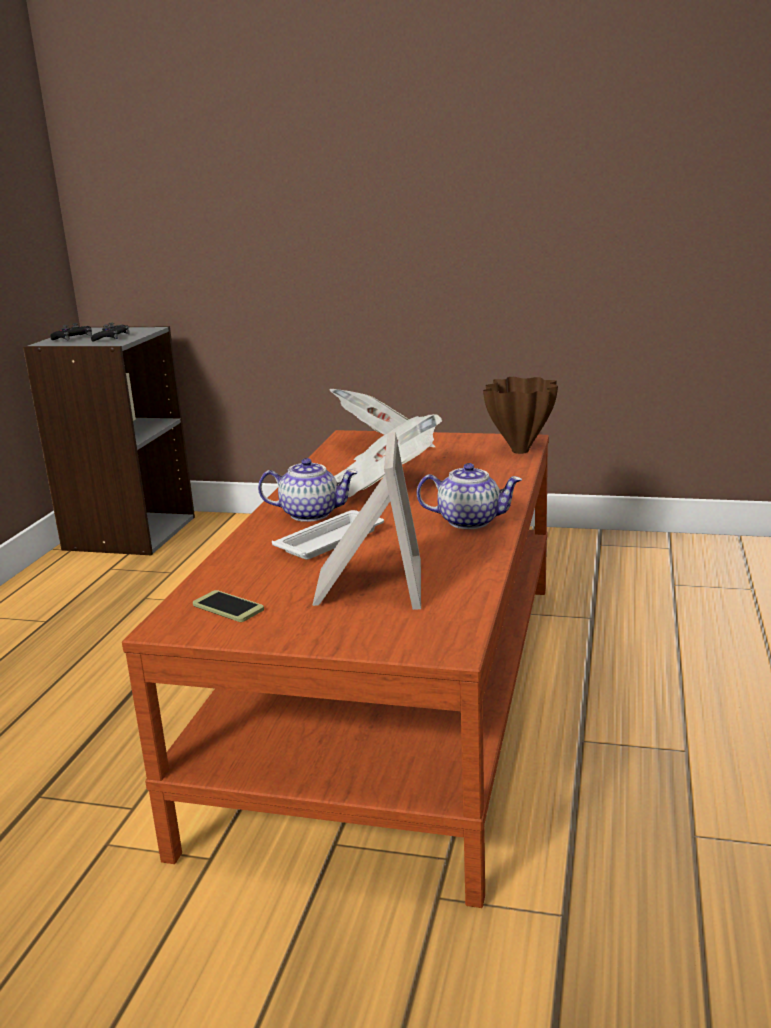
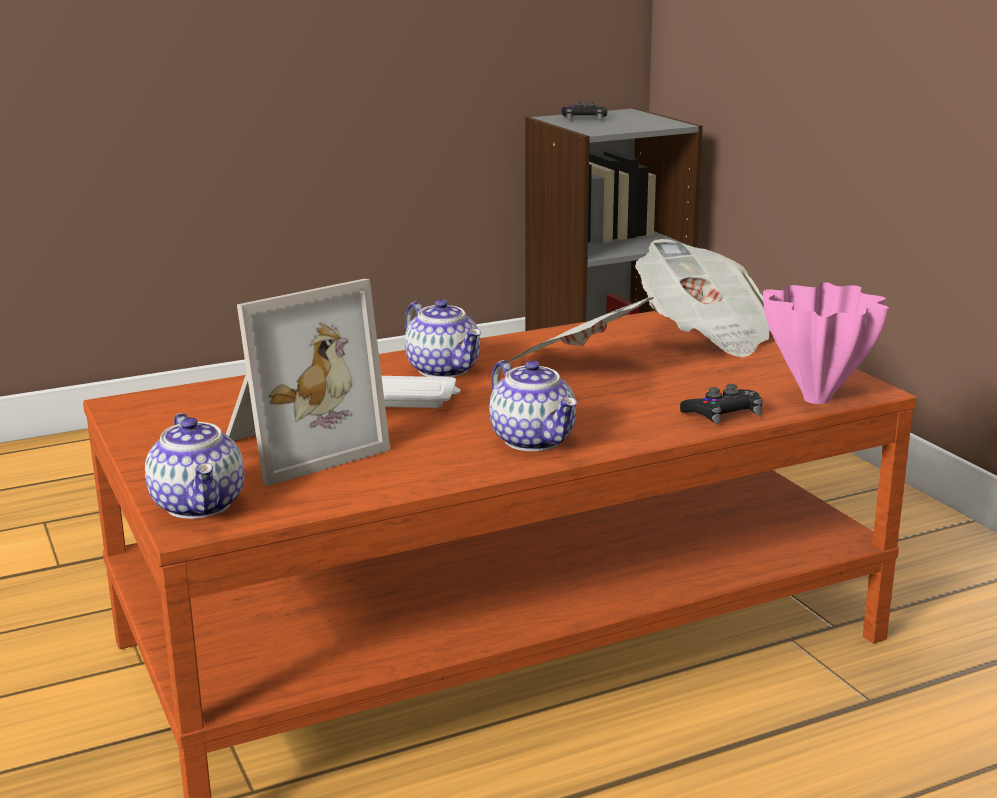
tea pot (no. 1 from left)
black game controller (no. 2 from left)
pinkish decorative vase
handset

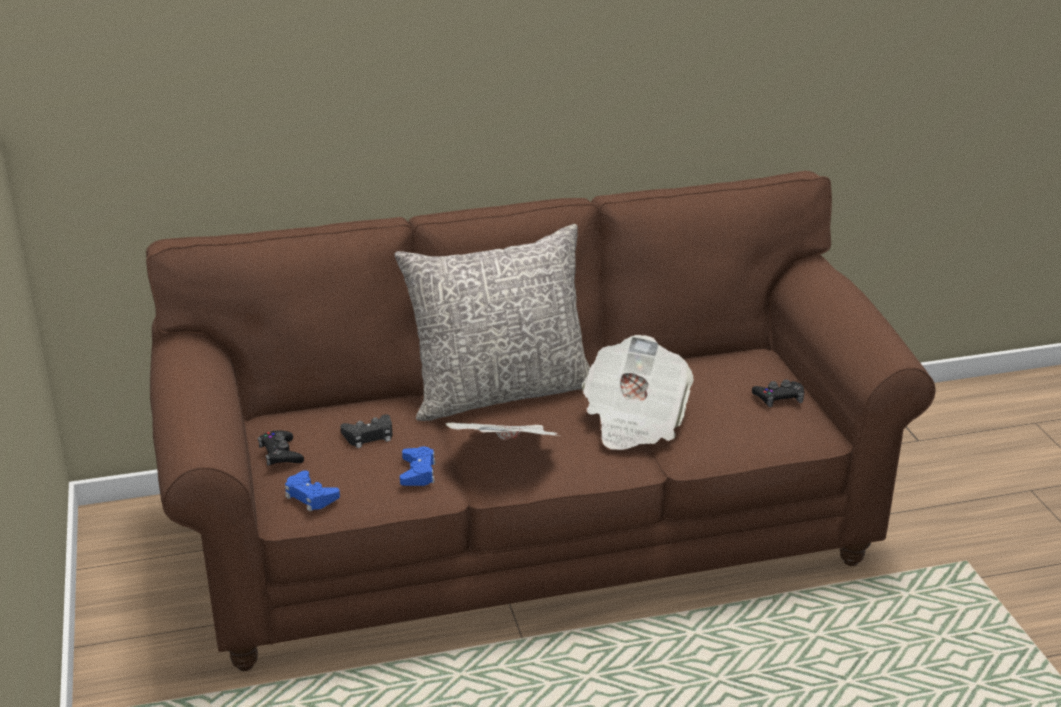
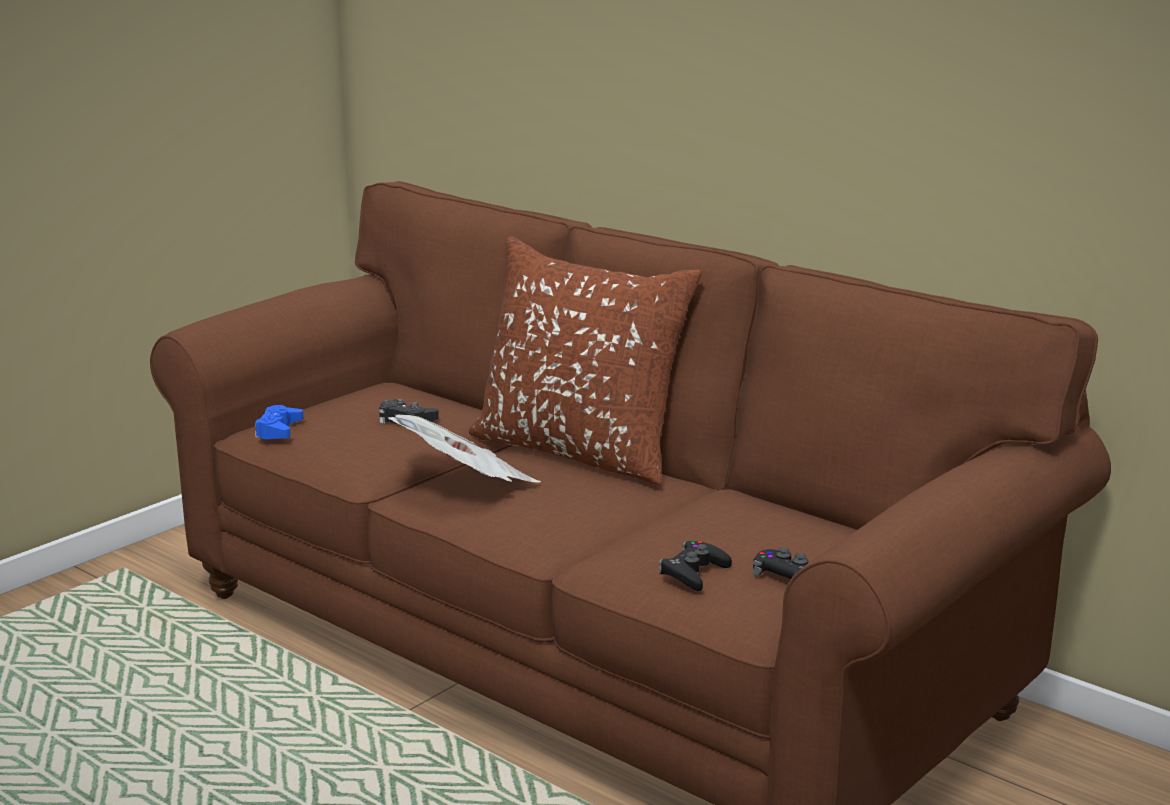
brownish cushion
black game controller (no. 2 from left)
blue game controller (no. 2 from left in the first image)
printed paper (no. 2 from left in the first image)

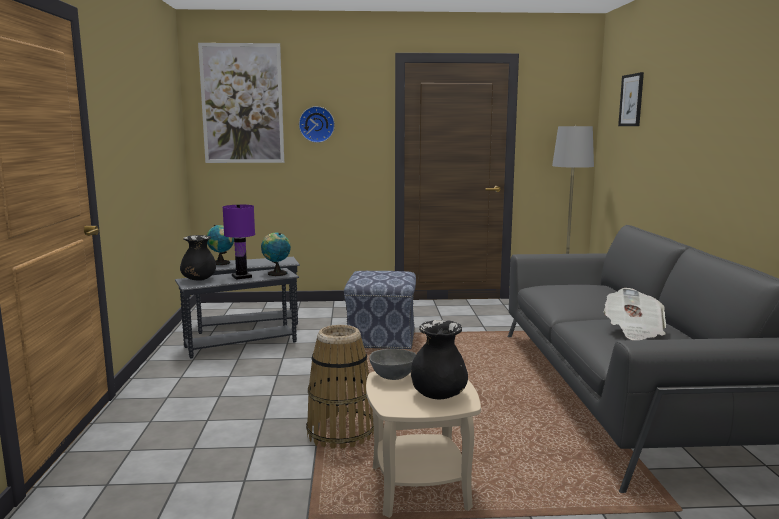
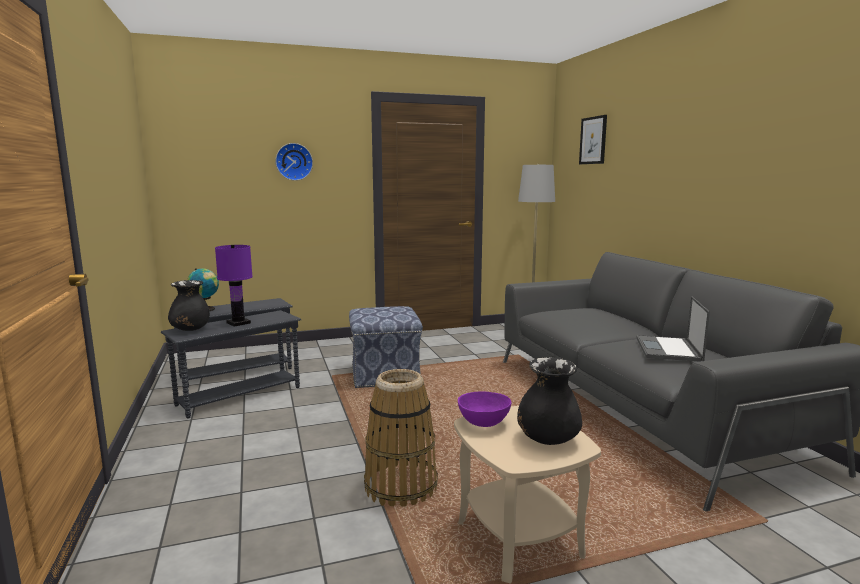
purple bowl
notebook computer
picture (no. 1 from left in the first image)
globe (no. 2 from left in the first image)

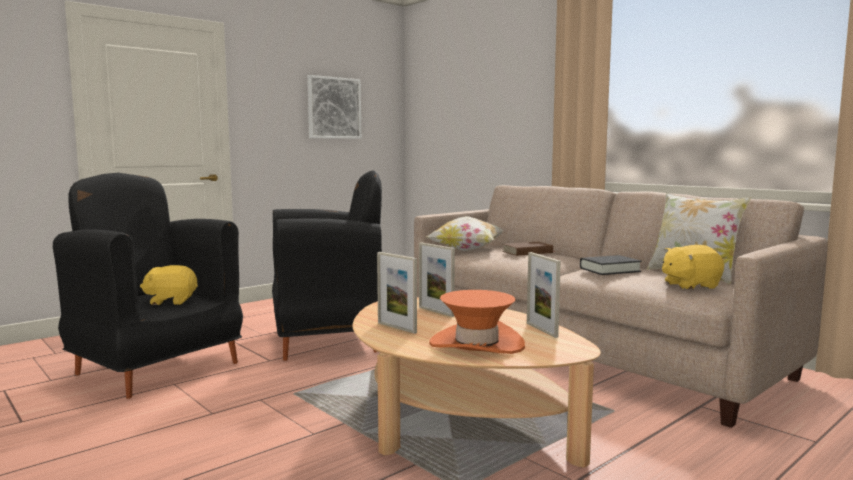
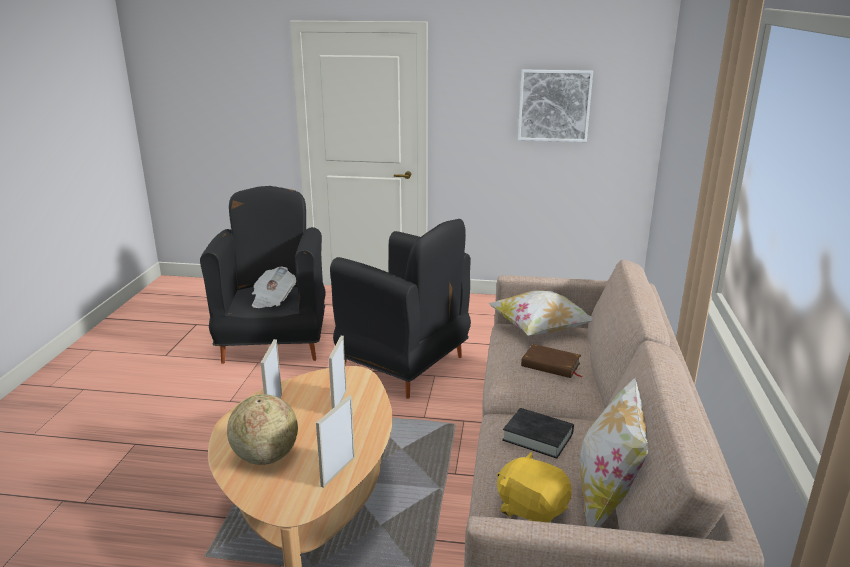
globe
printed paper

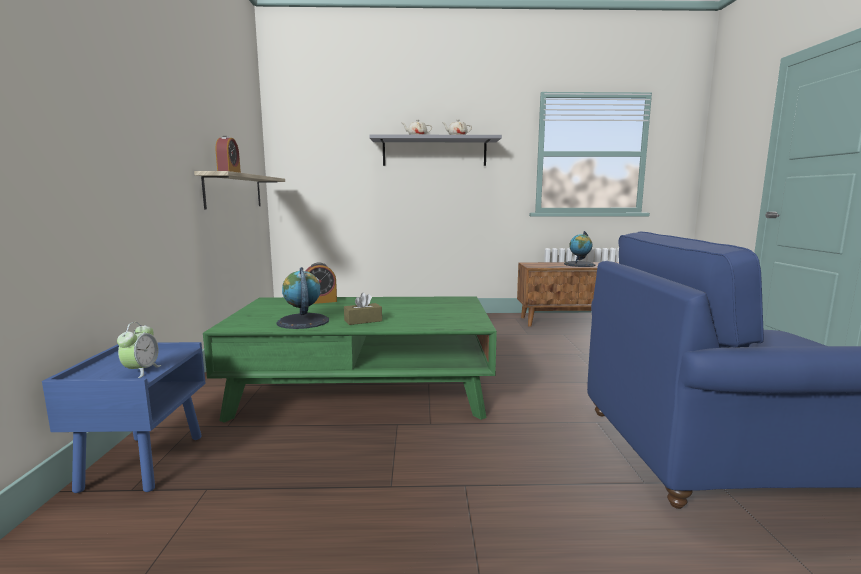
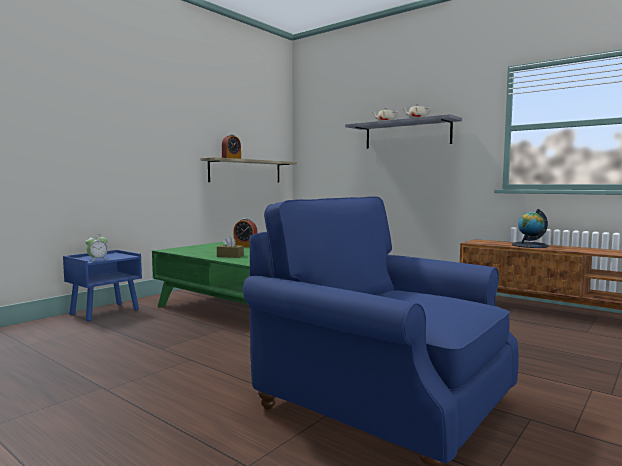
globe (no. 1 from left in the first image)

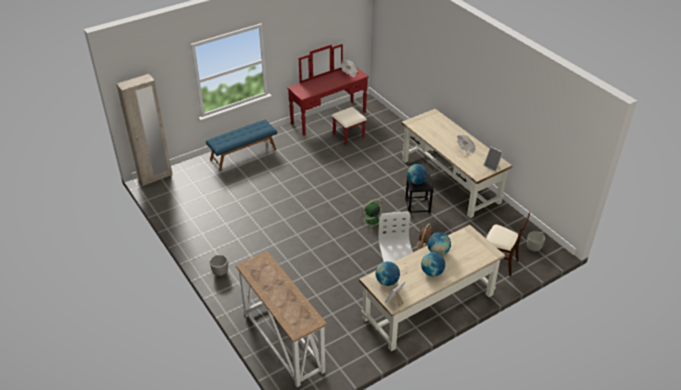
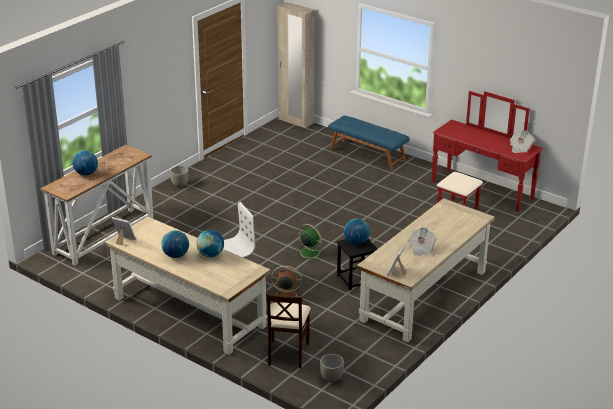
globe (no. 1 from left)

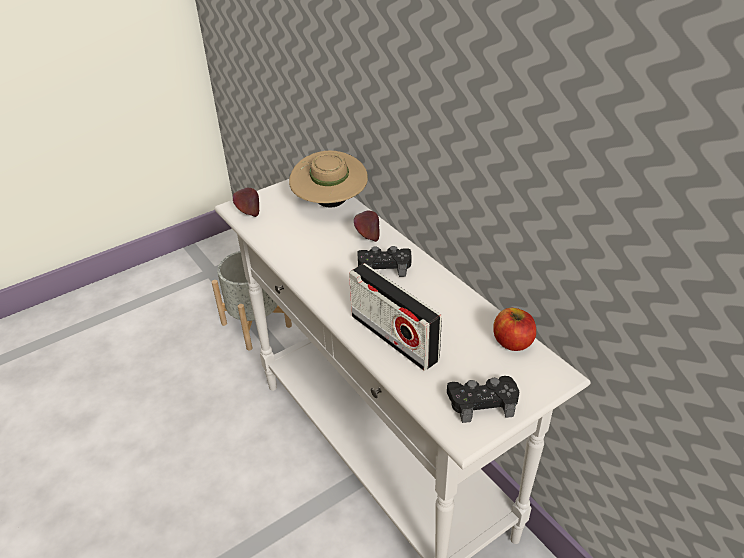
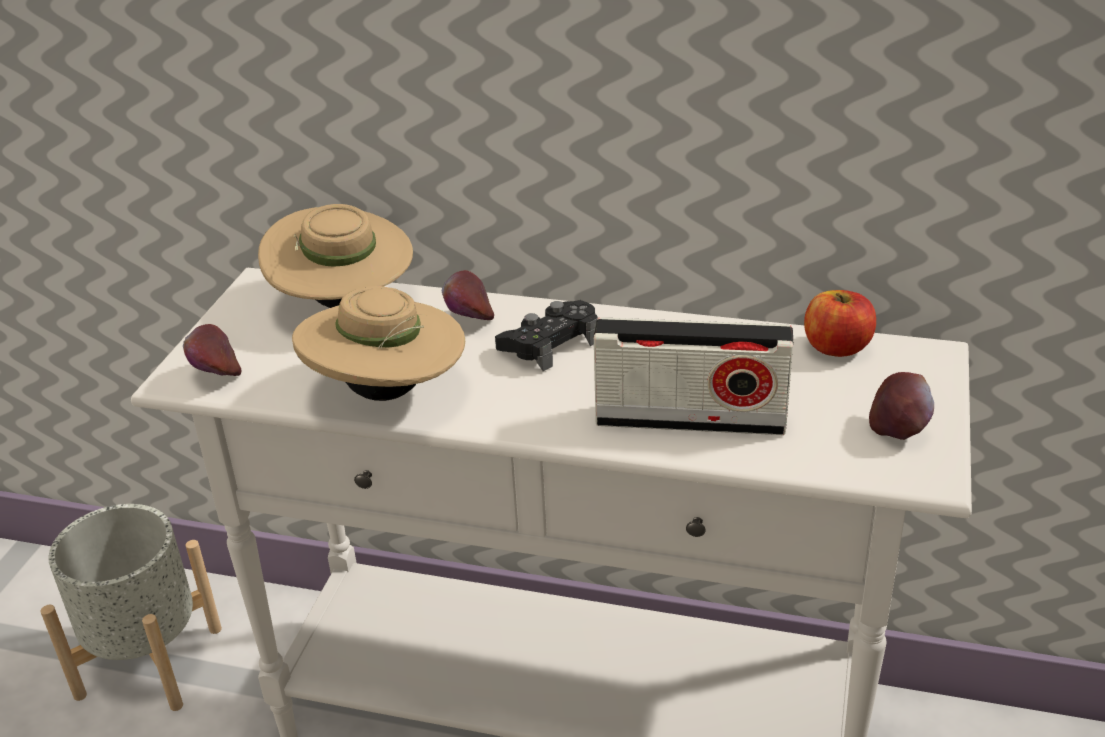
beige-coloured hat (no. 2 from left)
apple (no. 4 from left)

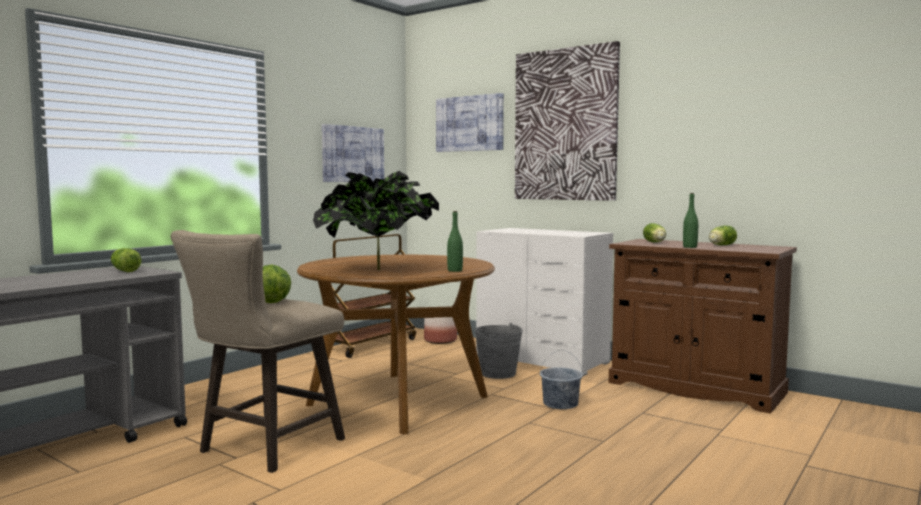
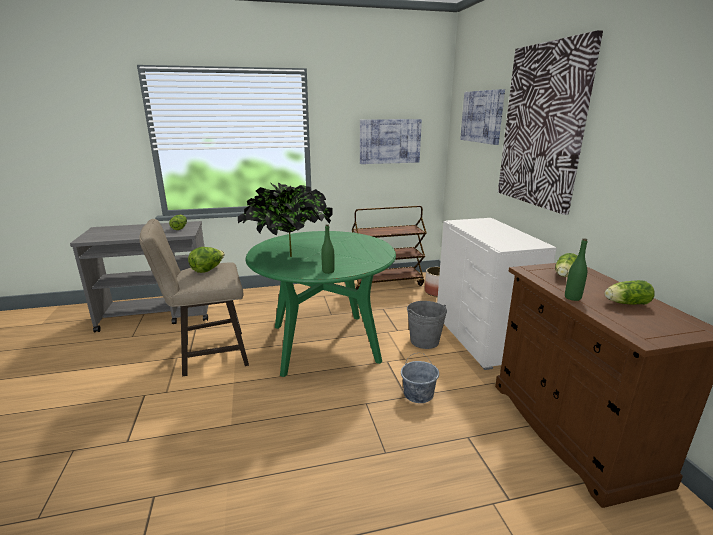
green dining table

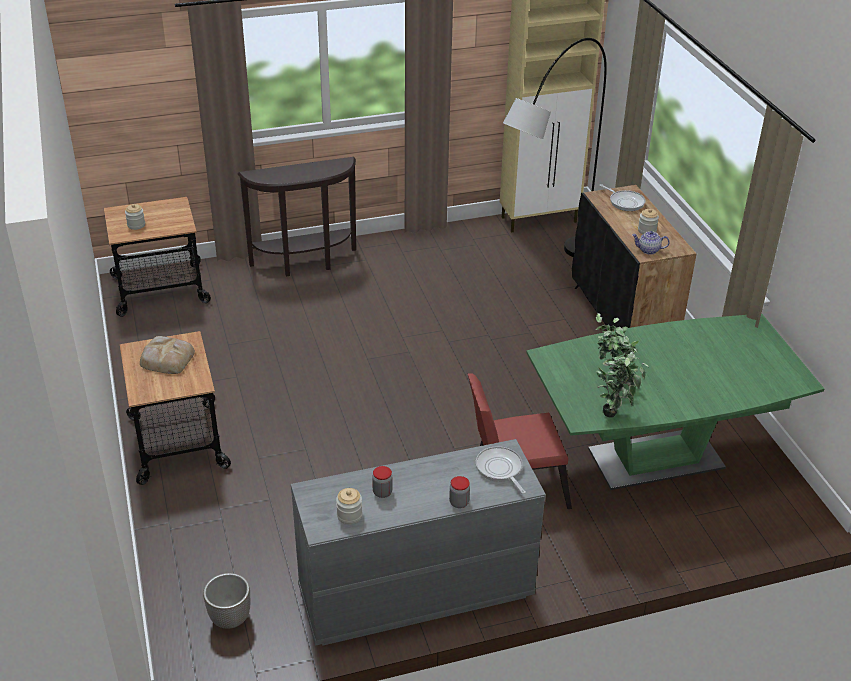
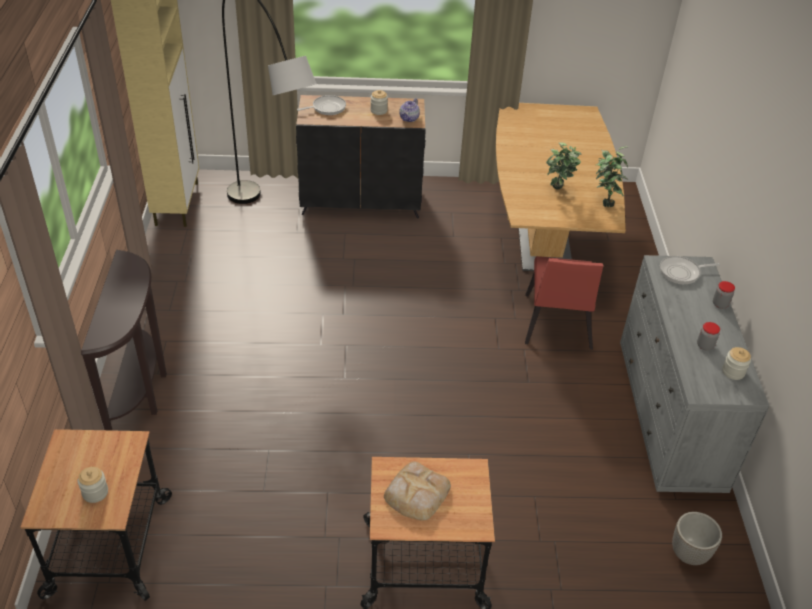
brownish dining table

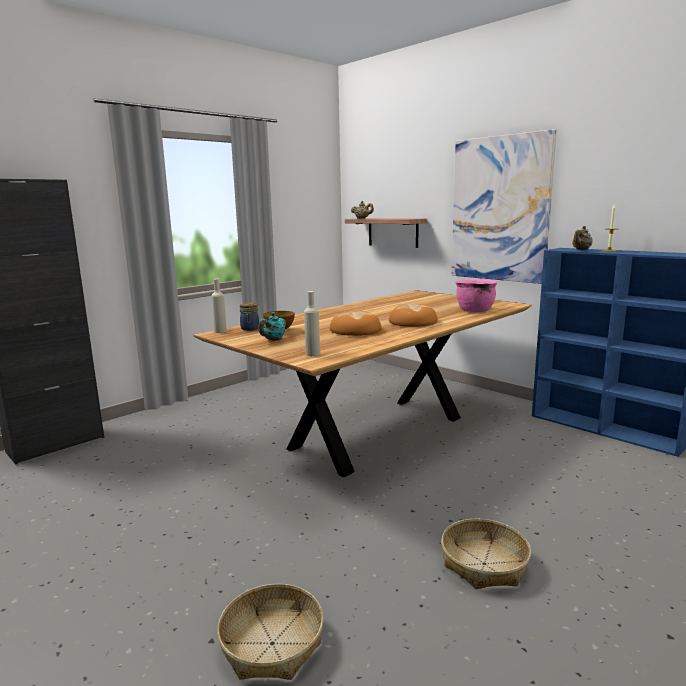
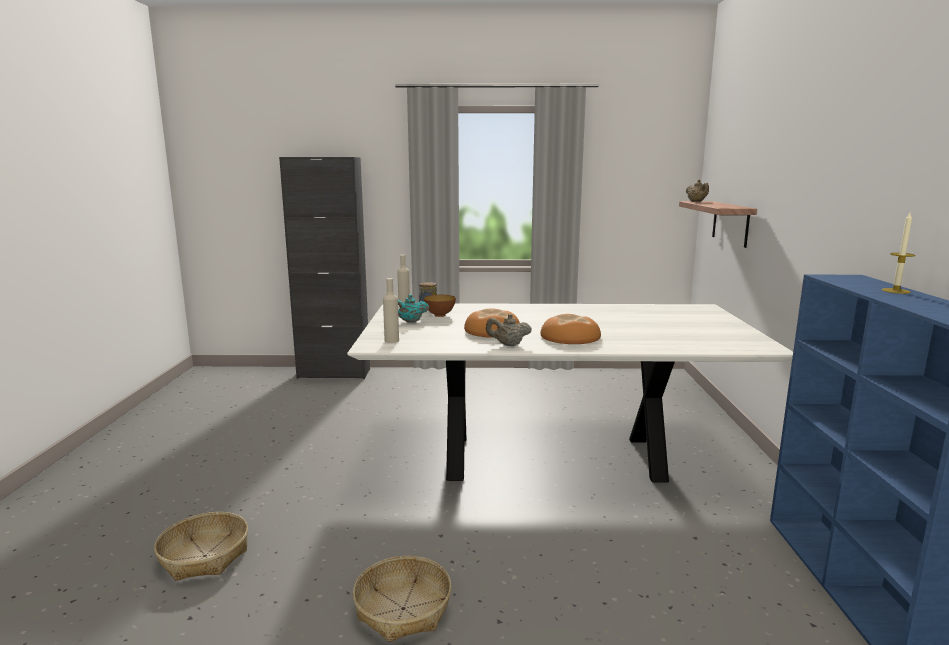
white-coloured dining table
beige-coloured tea pot (no. 1 from left)
picture
pinkish stockpot

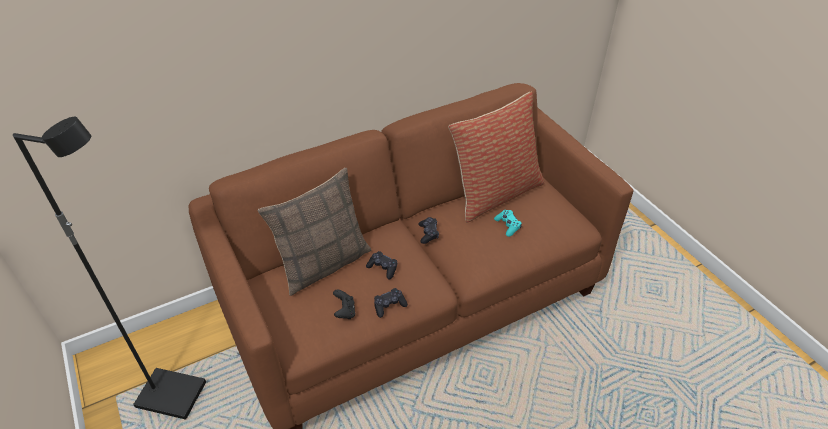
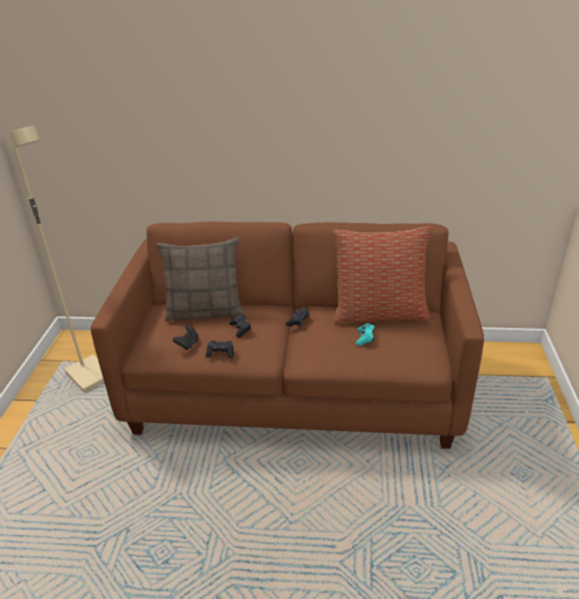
beige-coloured standing lamp

